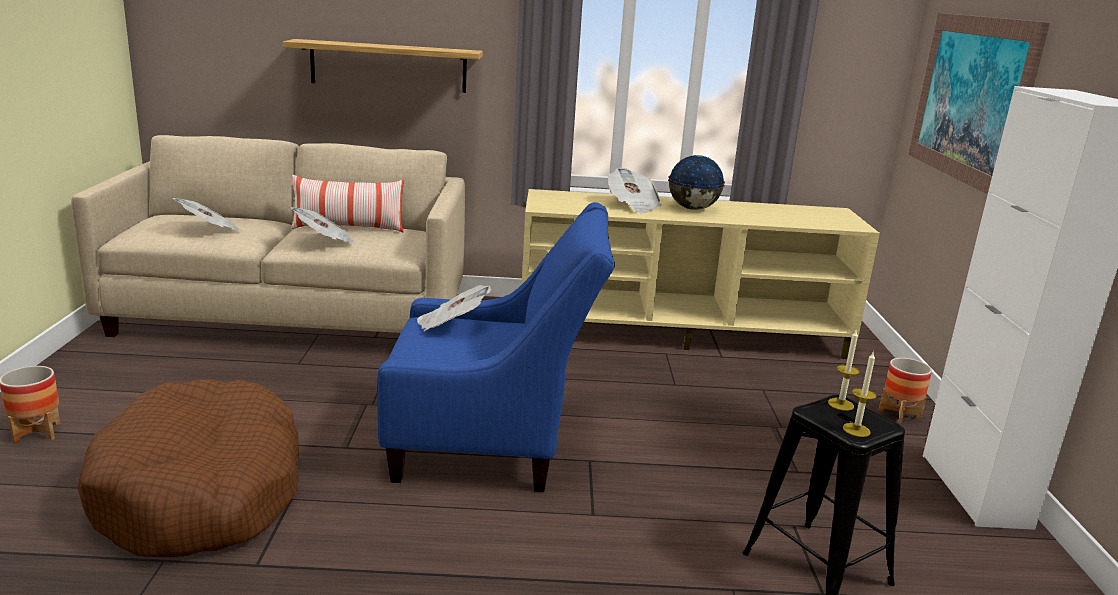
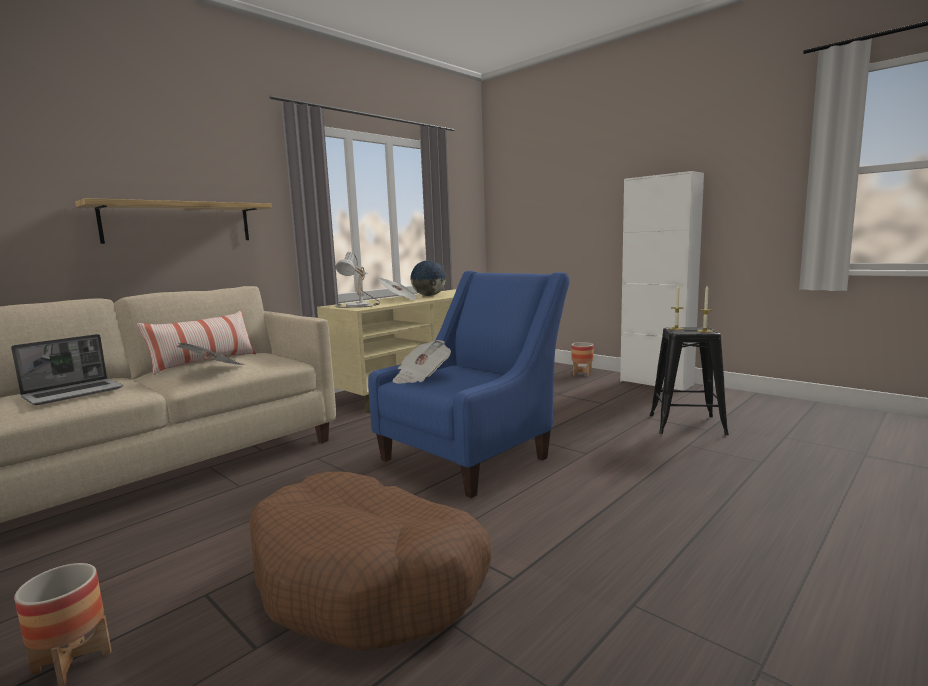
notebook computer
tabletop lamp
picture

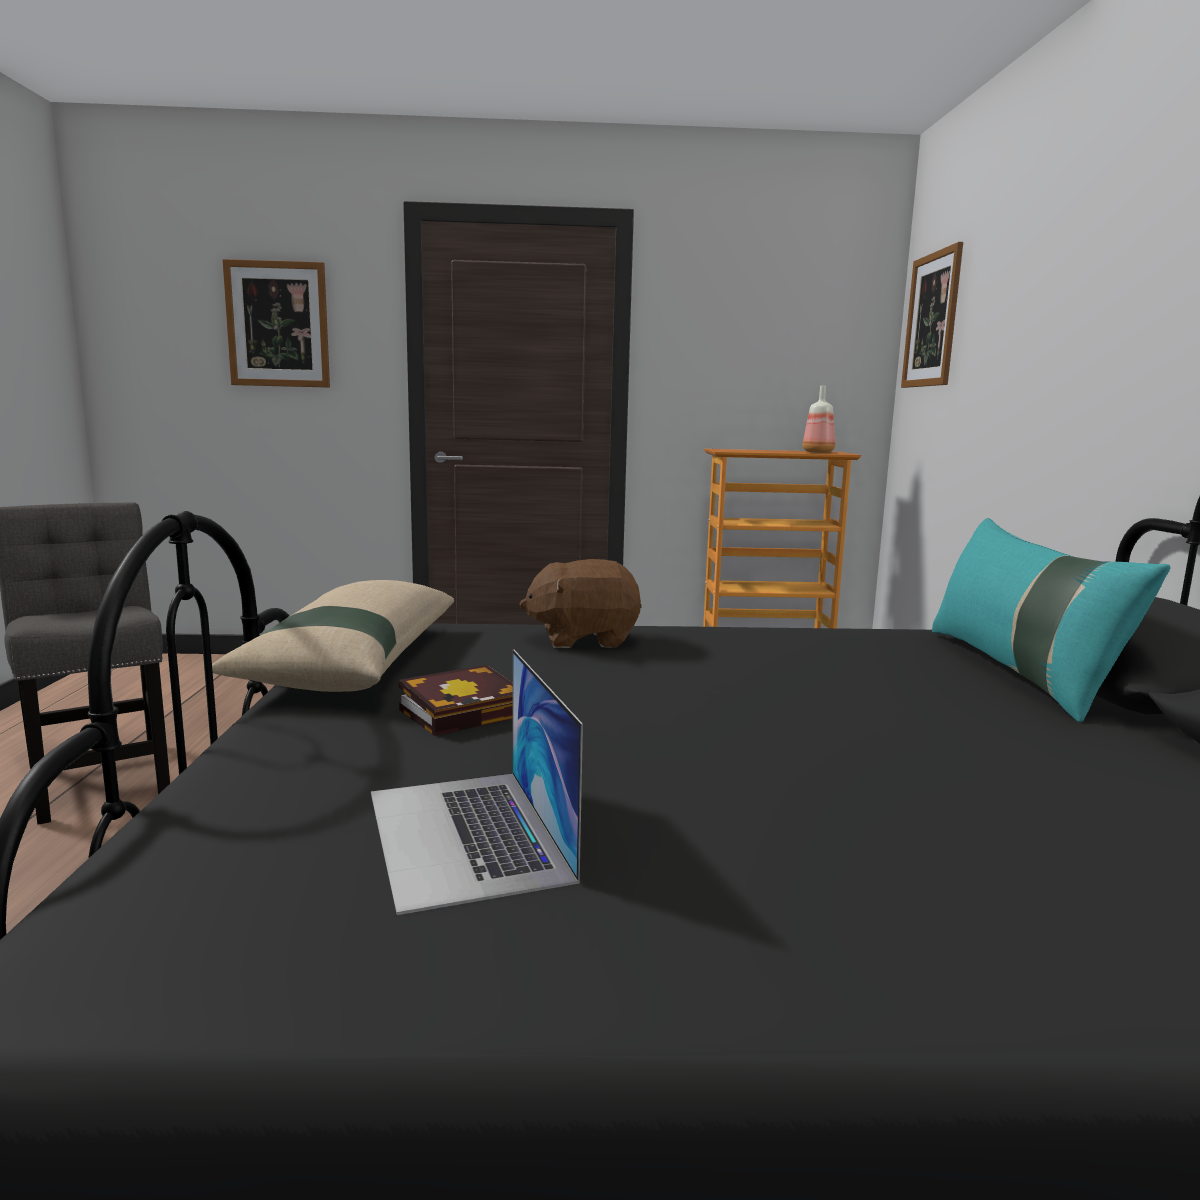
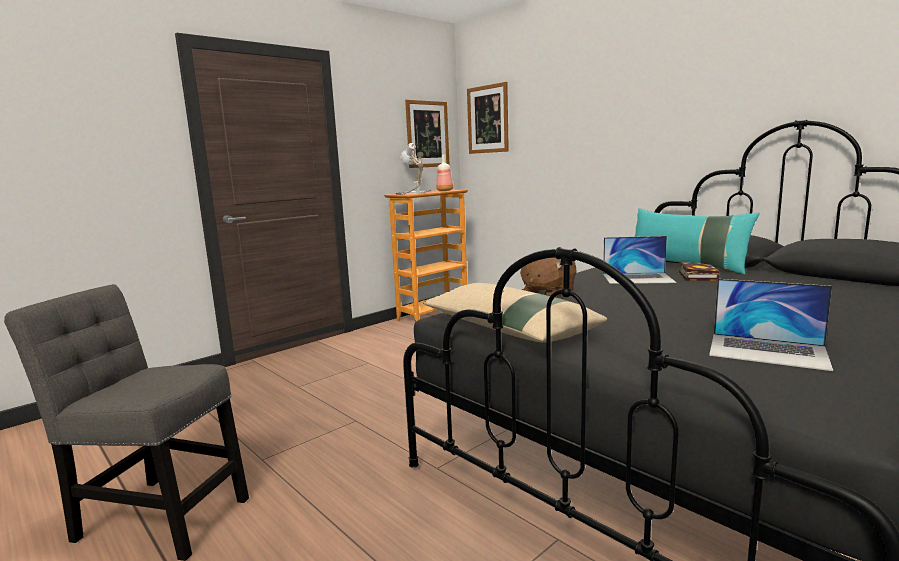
tabletop lamp
picture (no. 1 from left)
notebook computer (no. 1 from left)
volume

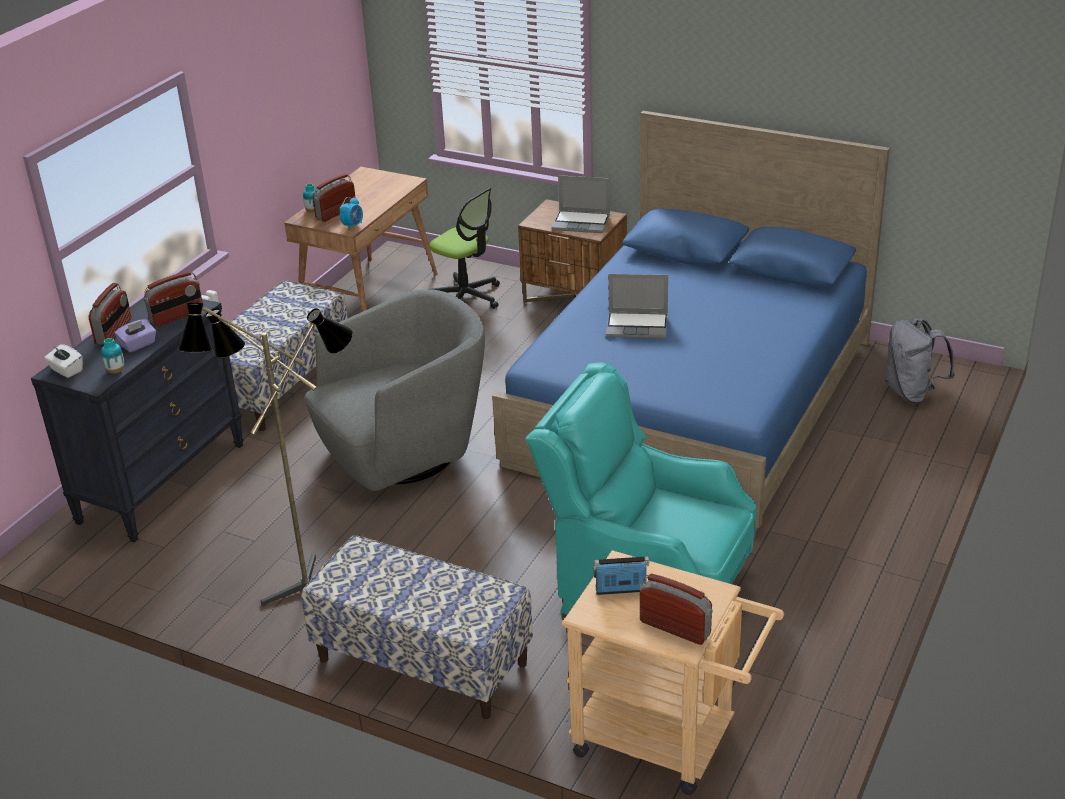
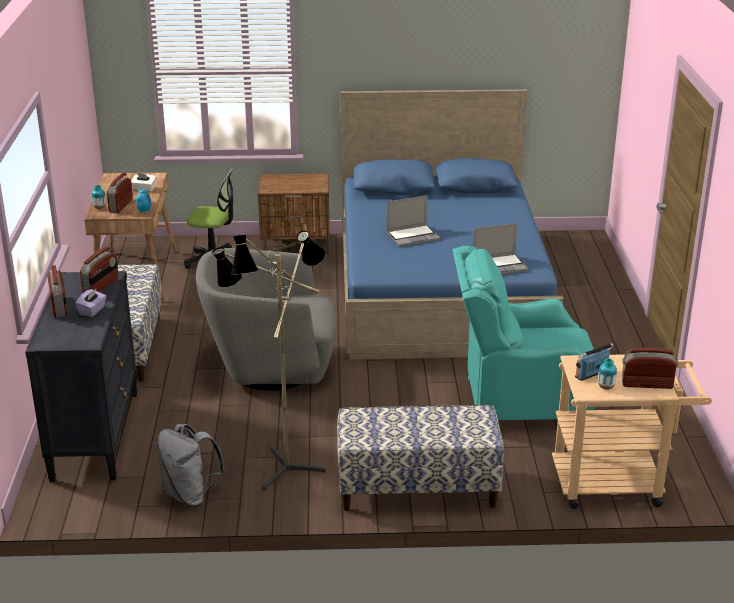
white-coloured tissue holder
gray rucksack
gray armchair
notebook computer (no. 2 from left)
decorative vase (no. 2 from left)

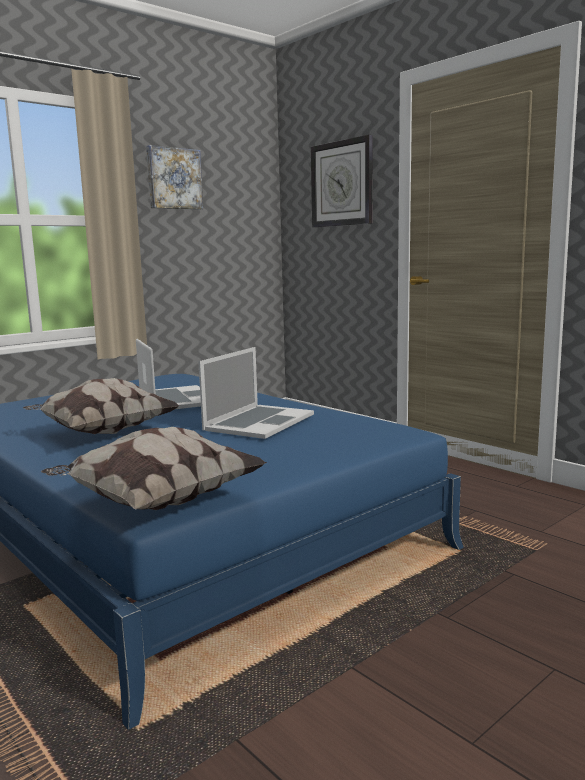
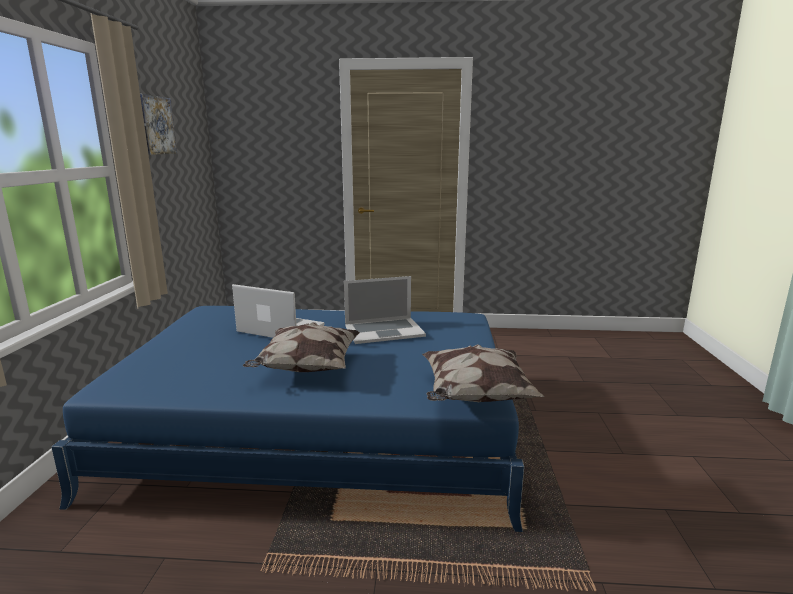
notebook computer (no. 2 from left)
wall clock

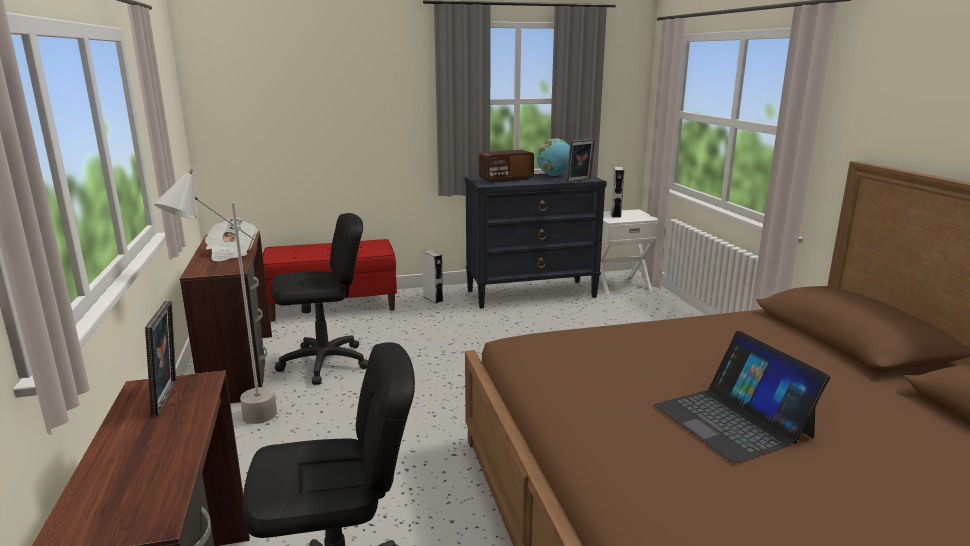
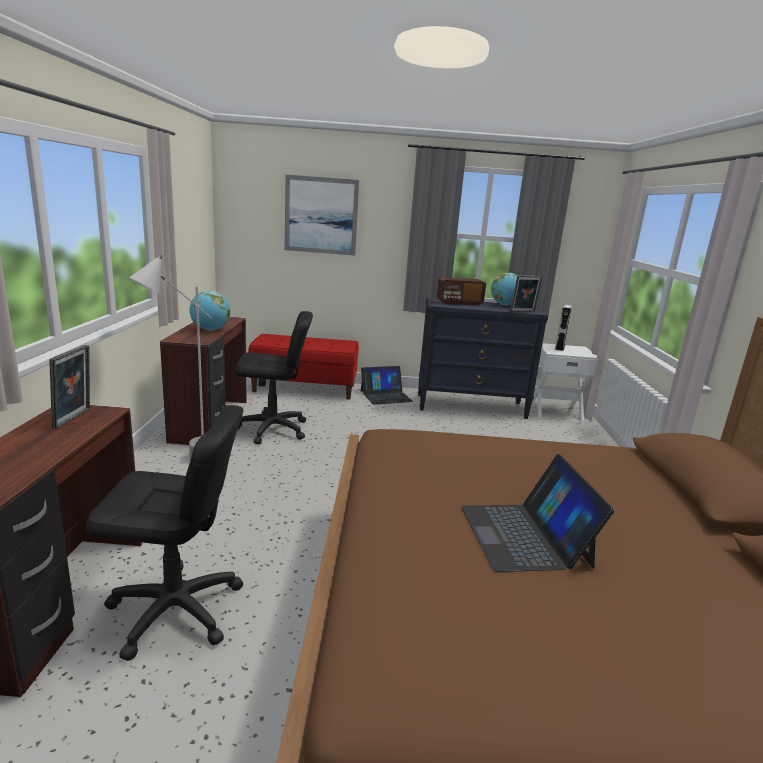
globe (no. 1 from left)
picture
notebook computer (no. 1 from left)

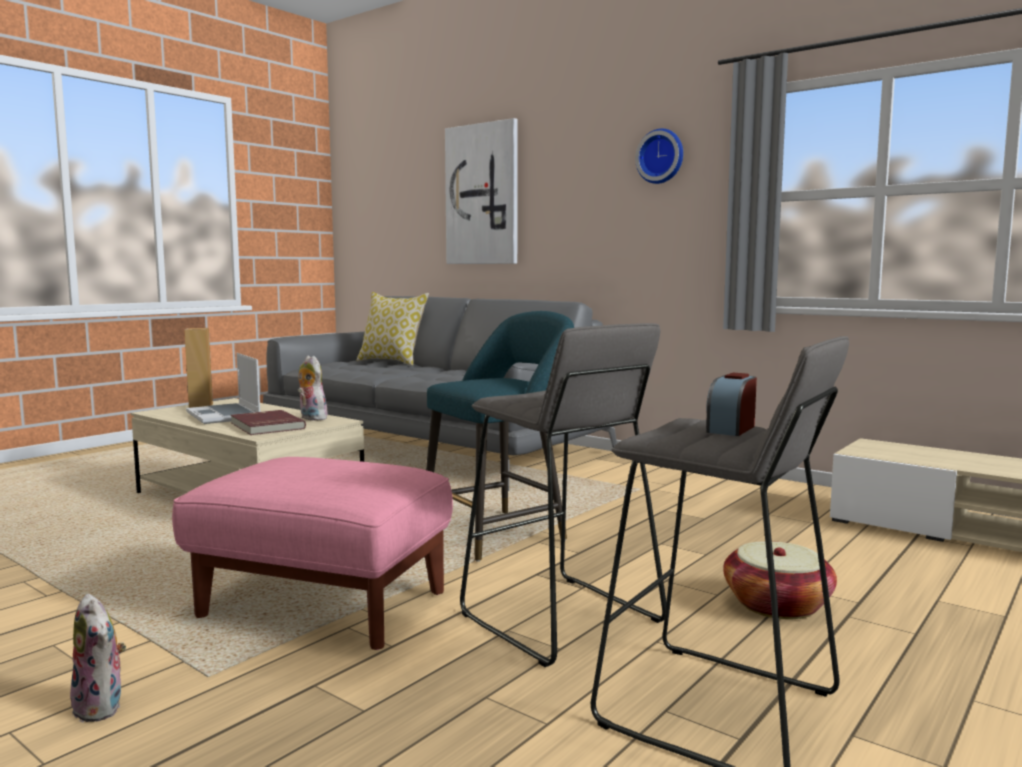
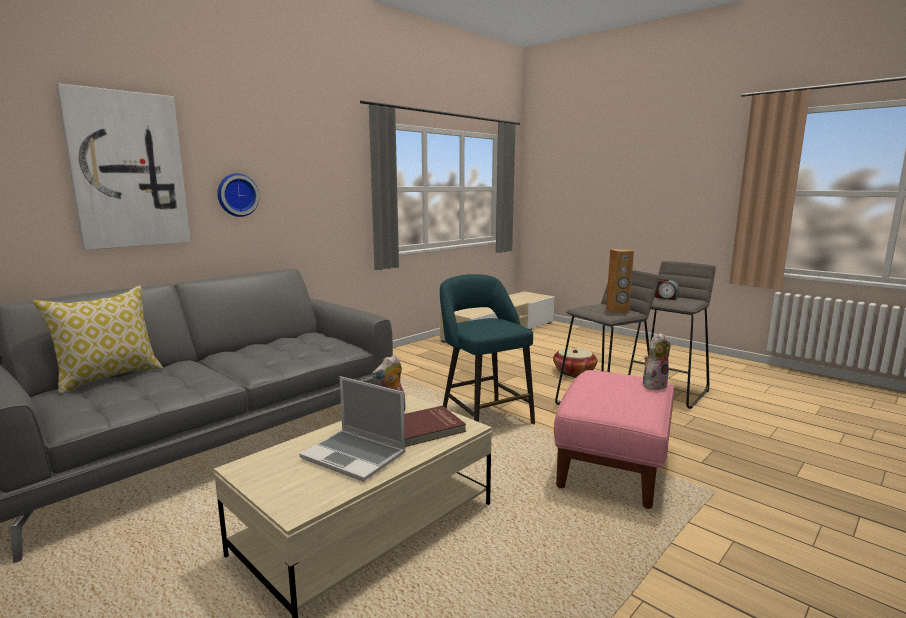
wall clock
notebook computer
brownish audio speaker
soft toy (no. 2 from left)

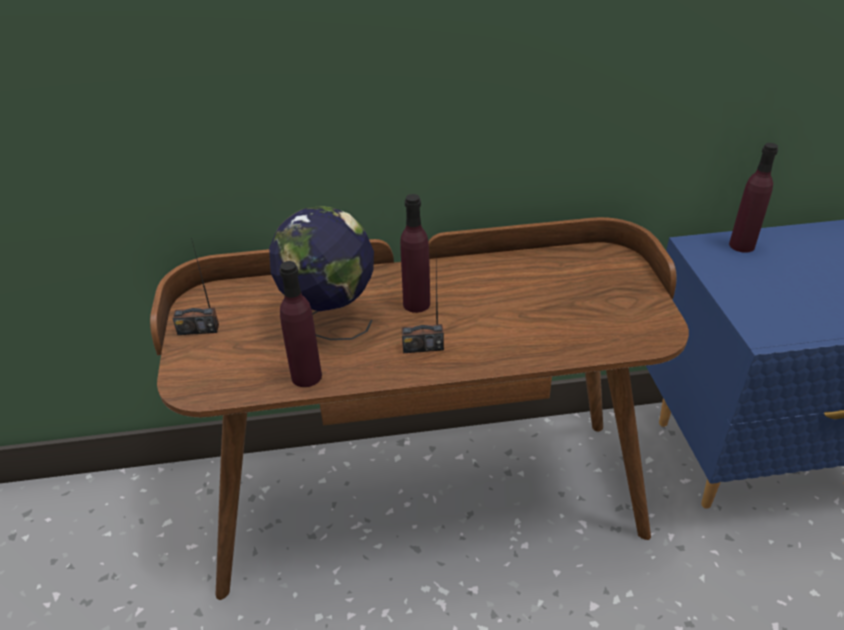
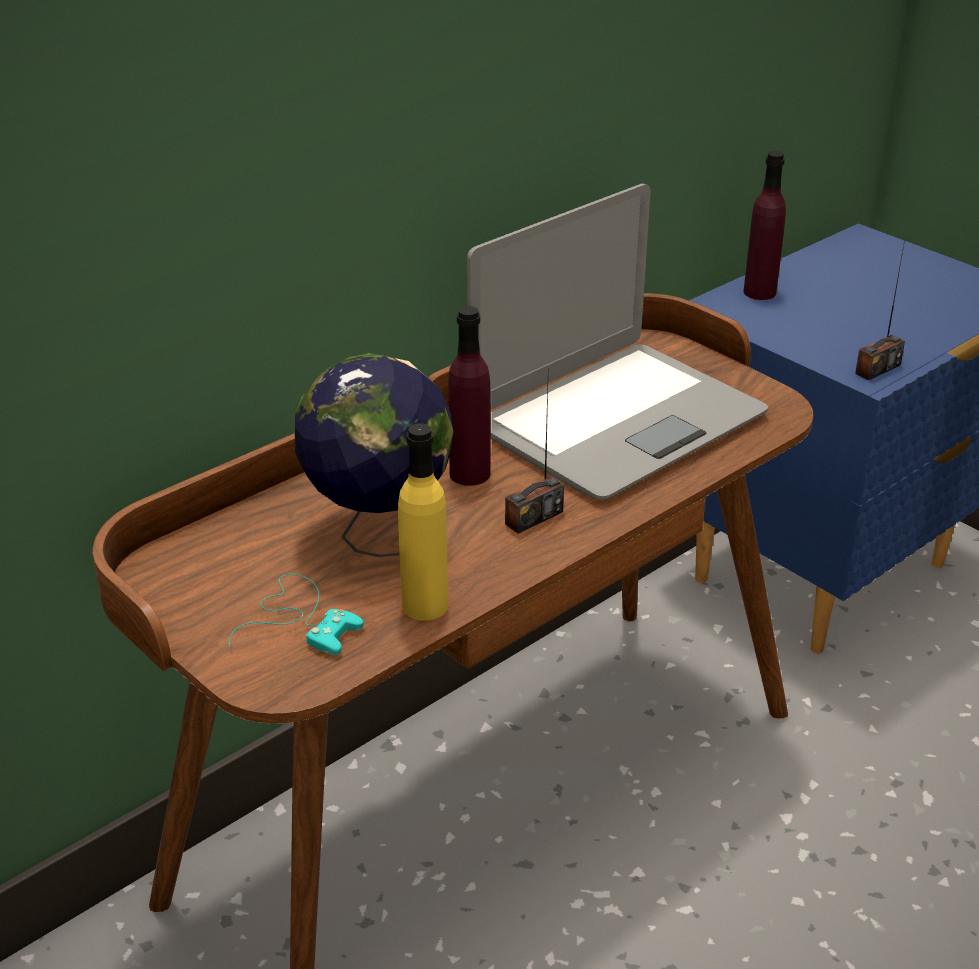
turquoise game controller
yellow-coloured bottle
notebook computer
radio receiver (no. 2 from left)

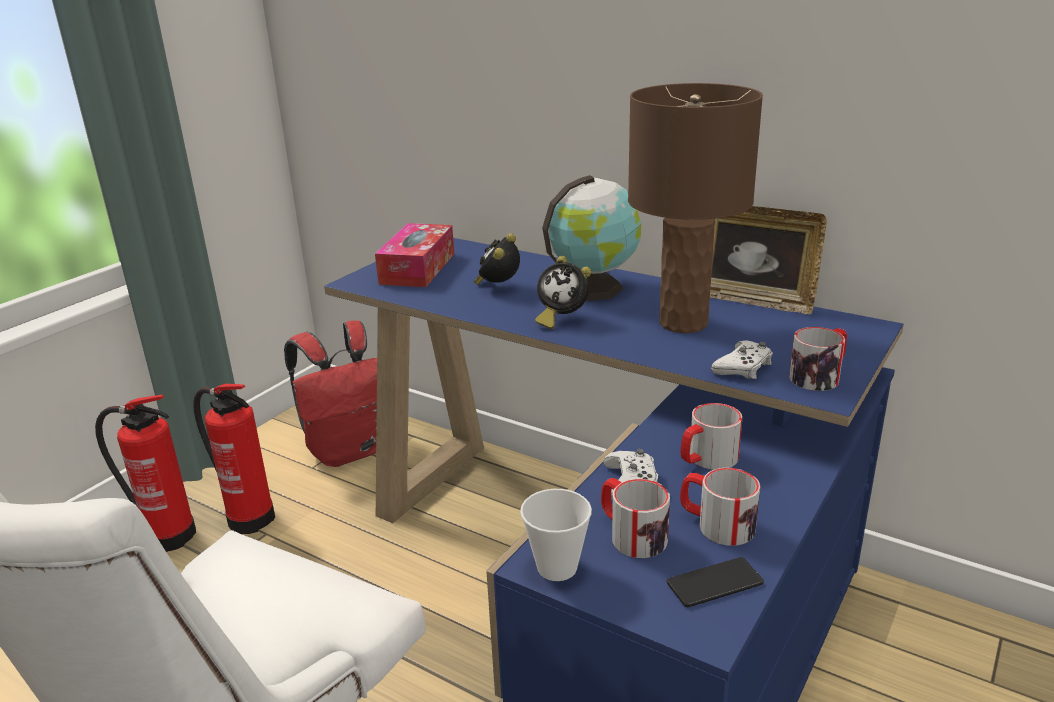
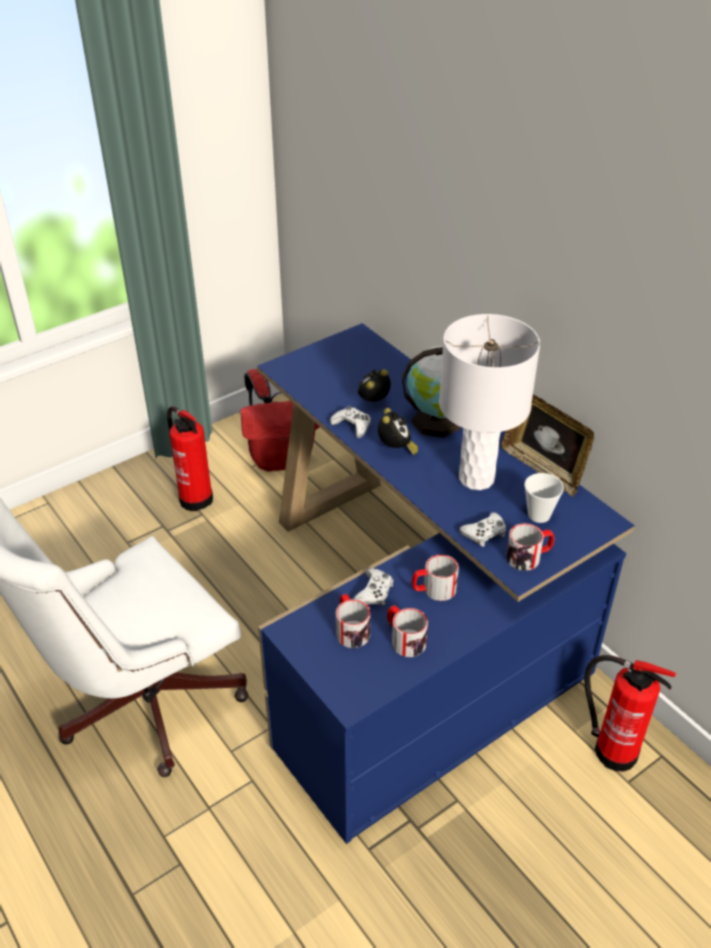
white-coloured game controller (no. 1 from left)
table clock (no. 2 from left)
white-coloured tabletop lamp
drinking cup
extinguisher (no. 2 from left)
tissue holder
handset

